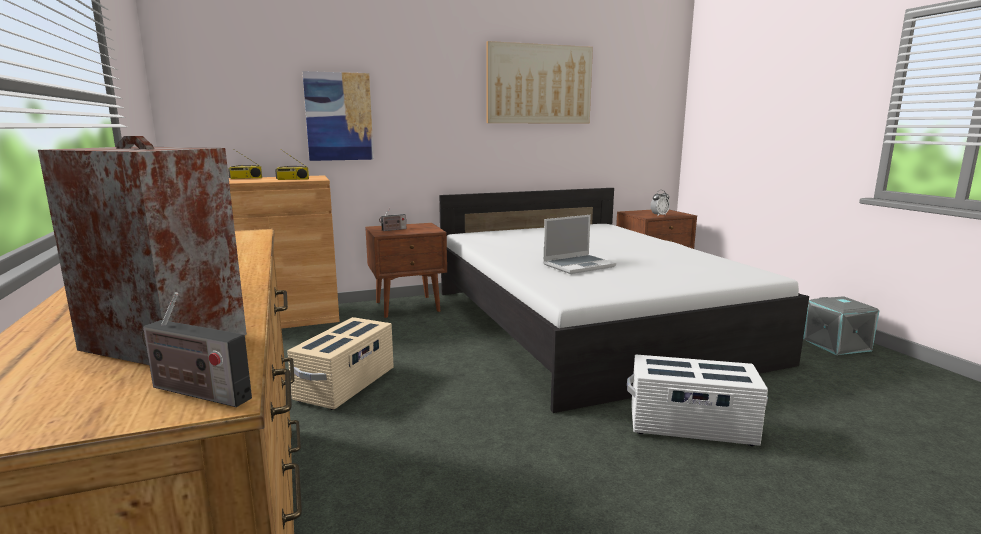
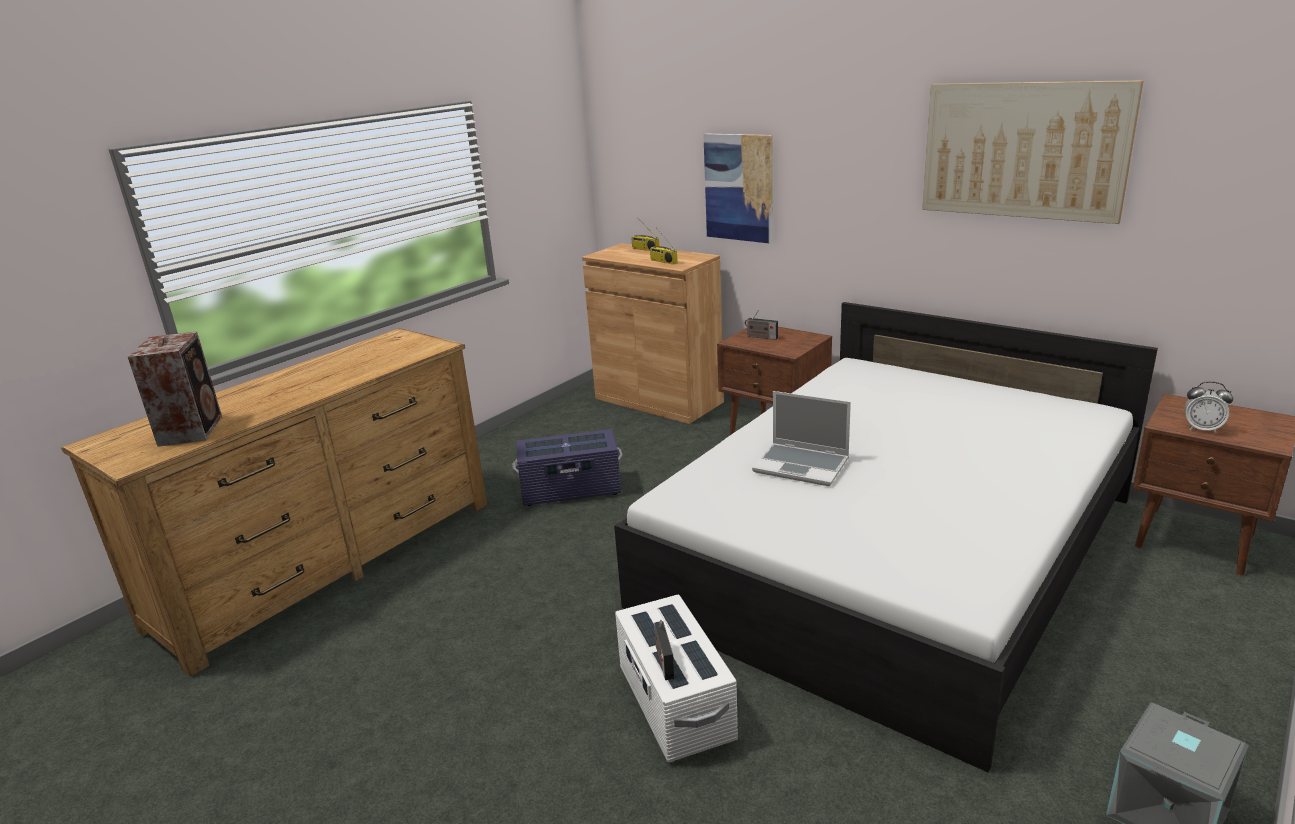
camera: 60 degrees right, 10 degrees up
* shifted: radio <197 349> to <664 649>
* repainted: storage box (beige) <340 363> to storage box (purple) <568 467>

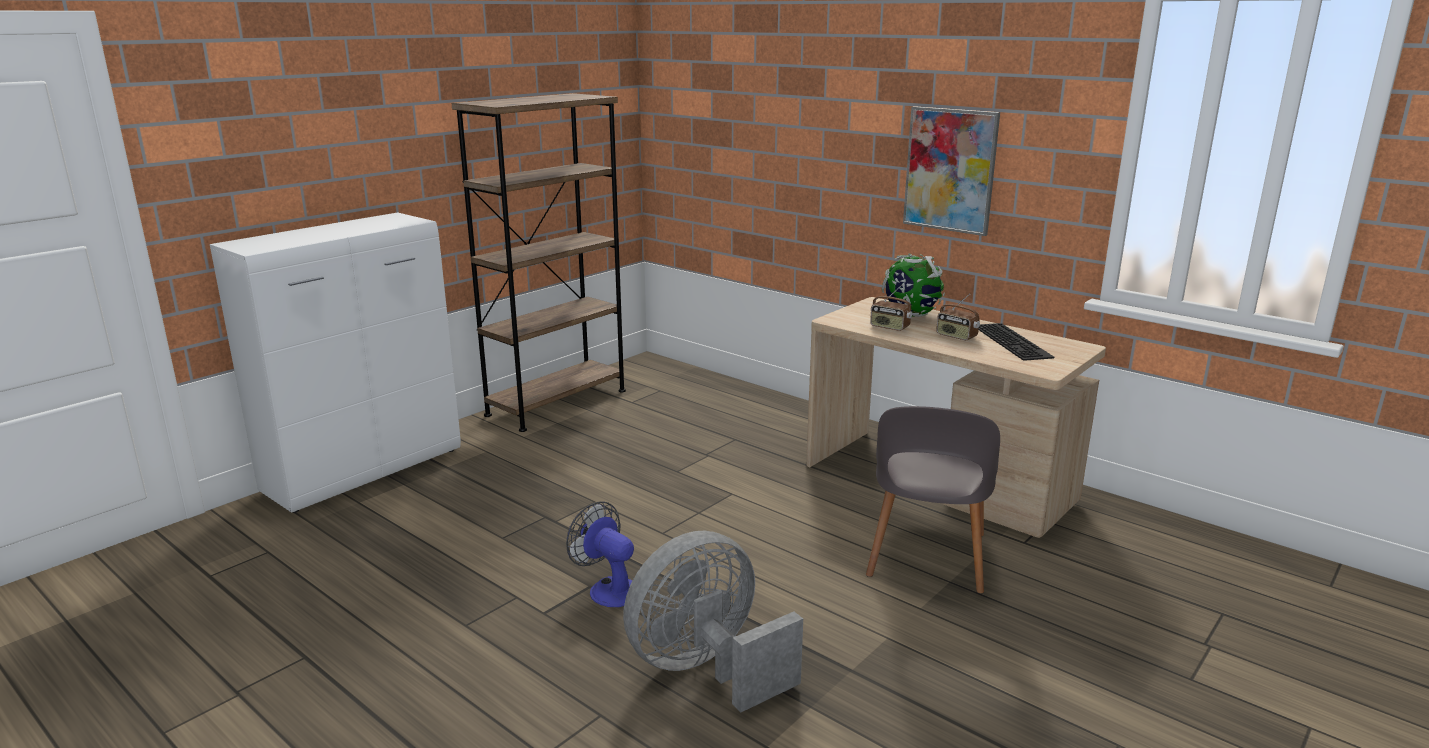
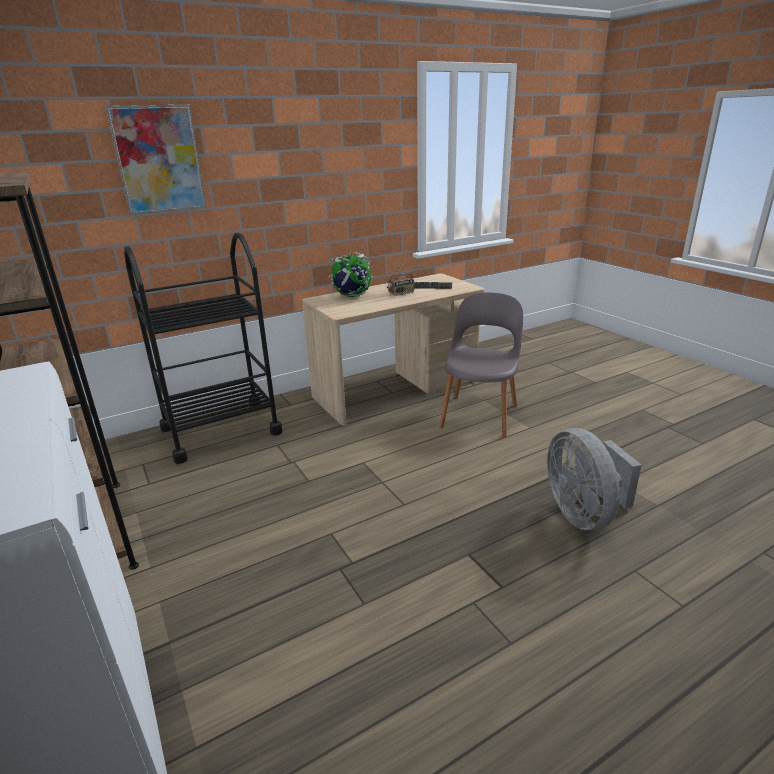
camera: 70 degrees left, 5 degrees up
* gone: fan <600 554>
* gone: radio <891 308>
* new: cart (black) <203 348>
* shifted: picture <951 171> to <156 160>
* rotated: chair (grey) <933 500> = <481 364> 105 degrees counterclockwise

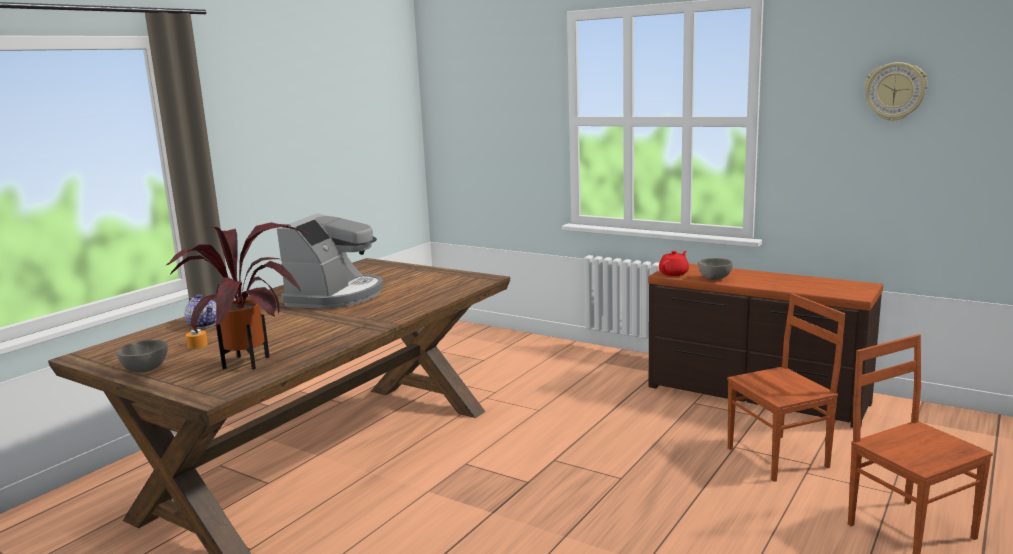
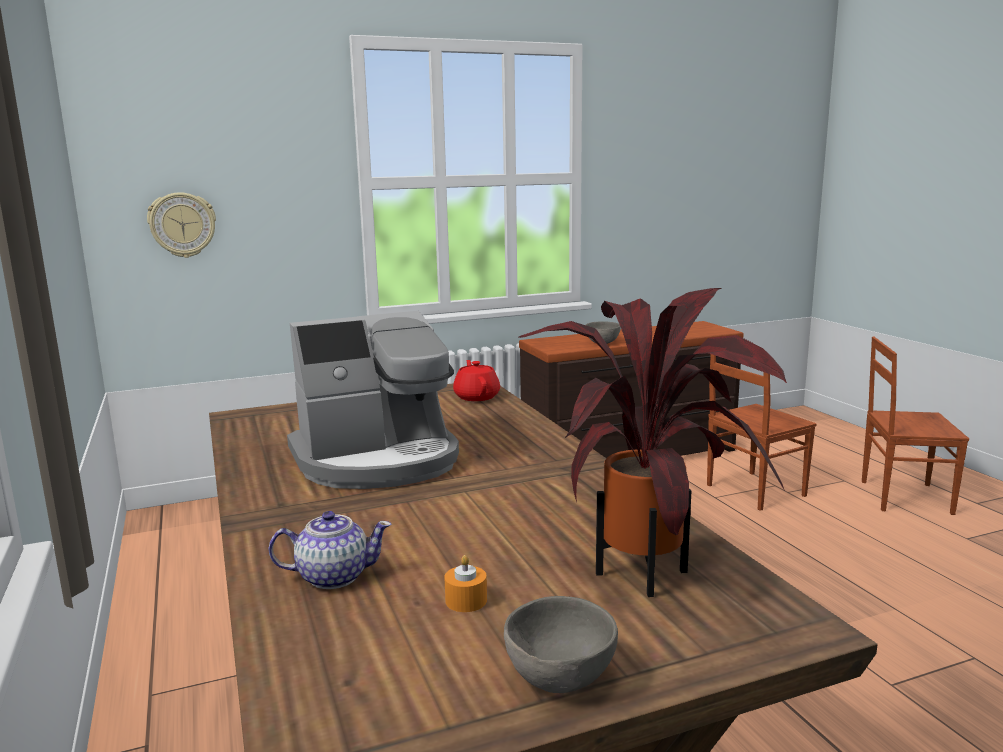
camera: 55 degrees left, 0 degrees up
* shifted: teapot (red) <674 263> to <476 380>
* shifted: wall clock <896 91> to <181 225>
* rotated: coffee machine <330 261> = <373 400> 105 degrees clockwise
* rotated: chair (brown) <786 388> = <761 432> 135 degrees counterclockwise

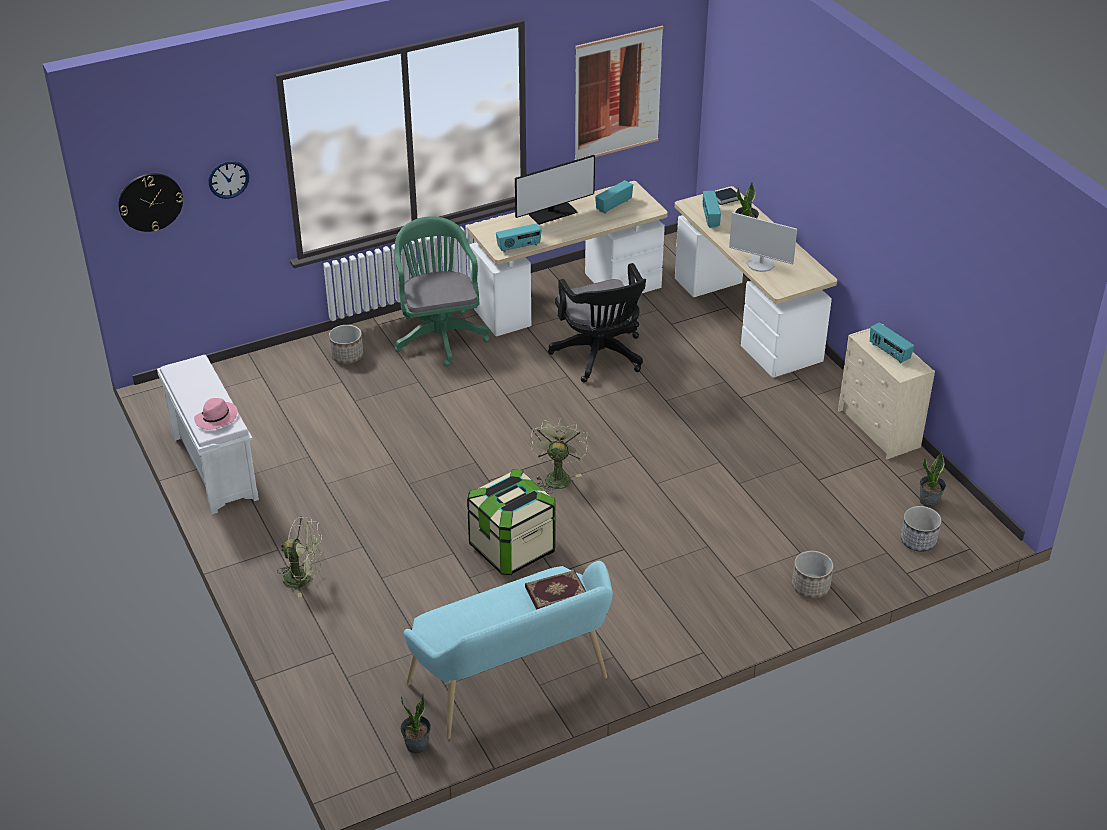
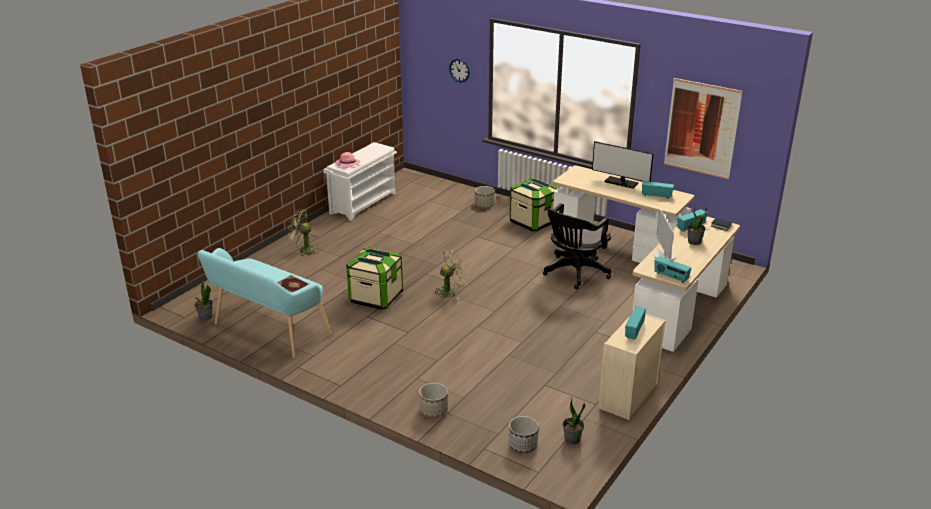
camera: 60 degrees right, 10 degrees down
* gone: wall clock <150 202>
* shifted: radio <519 238> to <673 269>
* swapped: office chair (green) <442 291> to storage box <534 204>
* rotated: fan (green) <300 557> = <302 232> 120 degrees clockwise

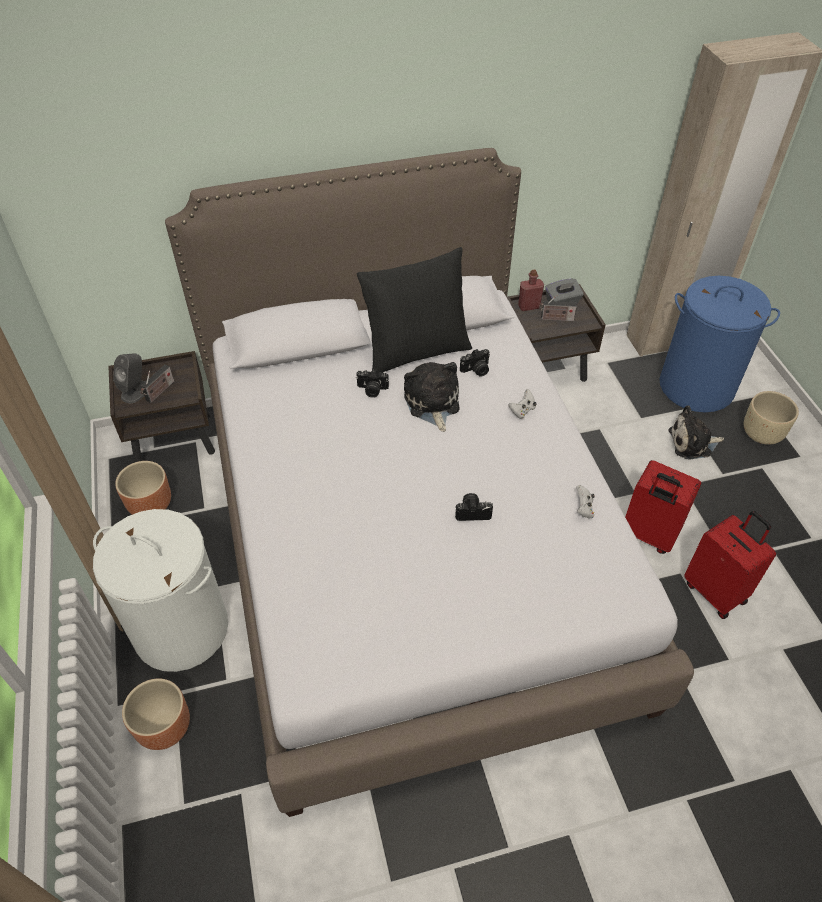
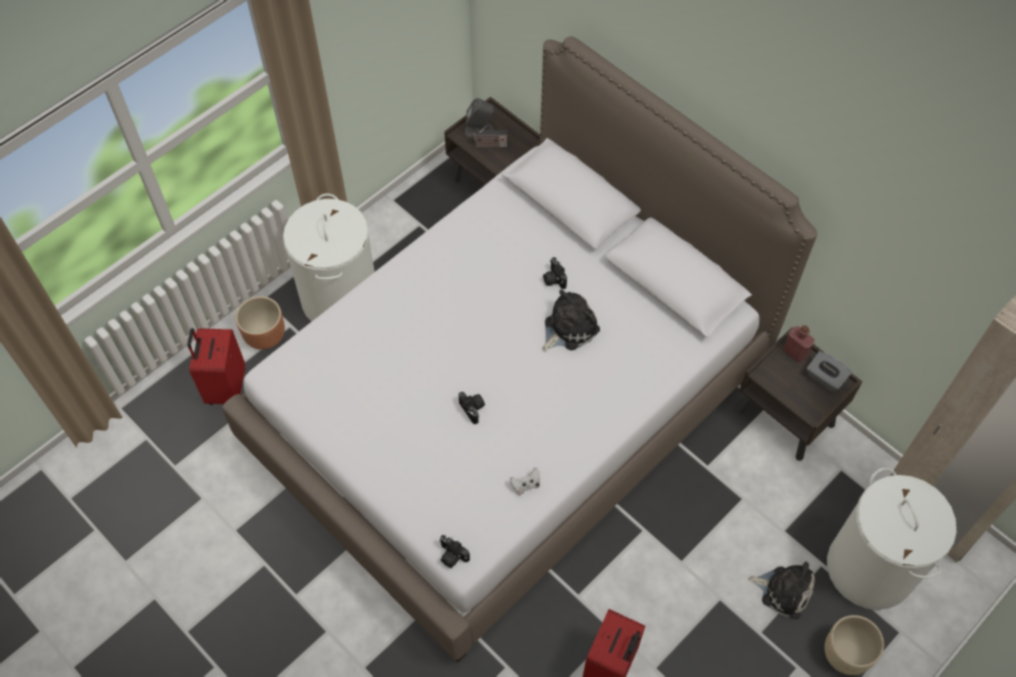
camera: 60 degrees right, 10 degrees up
* gone: planter (brown) <143 488>
* gone: pillow (black) <414 310>
* gone: game controller (white) <522 404>
* gone: radio <558 308>
* shifted: photo camera <475 362> to <454 551>
* shifted: suitcase (red) <663 507> to <216 366>
* repainted: laundry basket (blue) <720 344> to laundry basket (white) <892 539>
* rotated: plush toy <696 432> = <781 590> 150 degrees clockwise

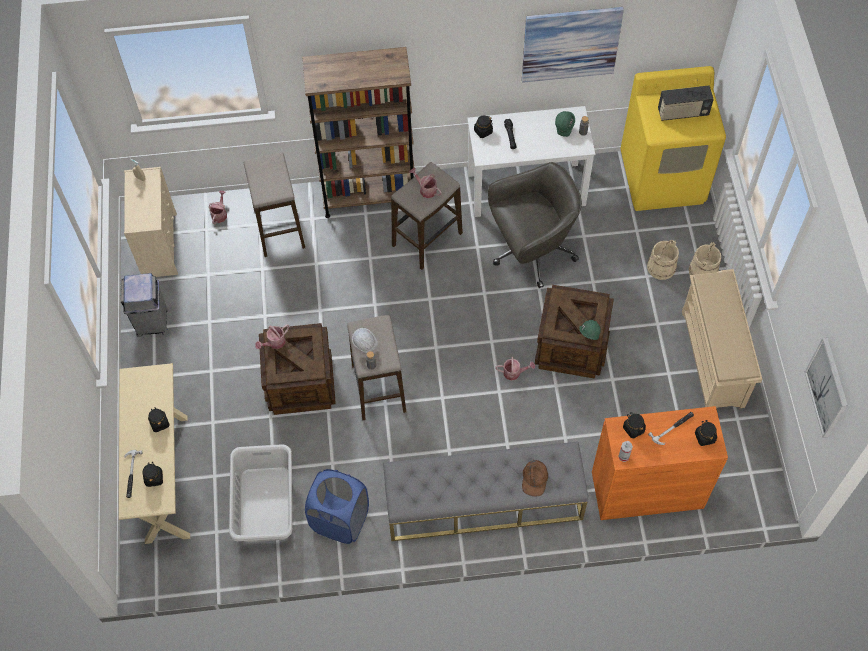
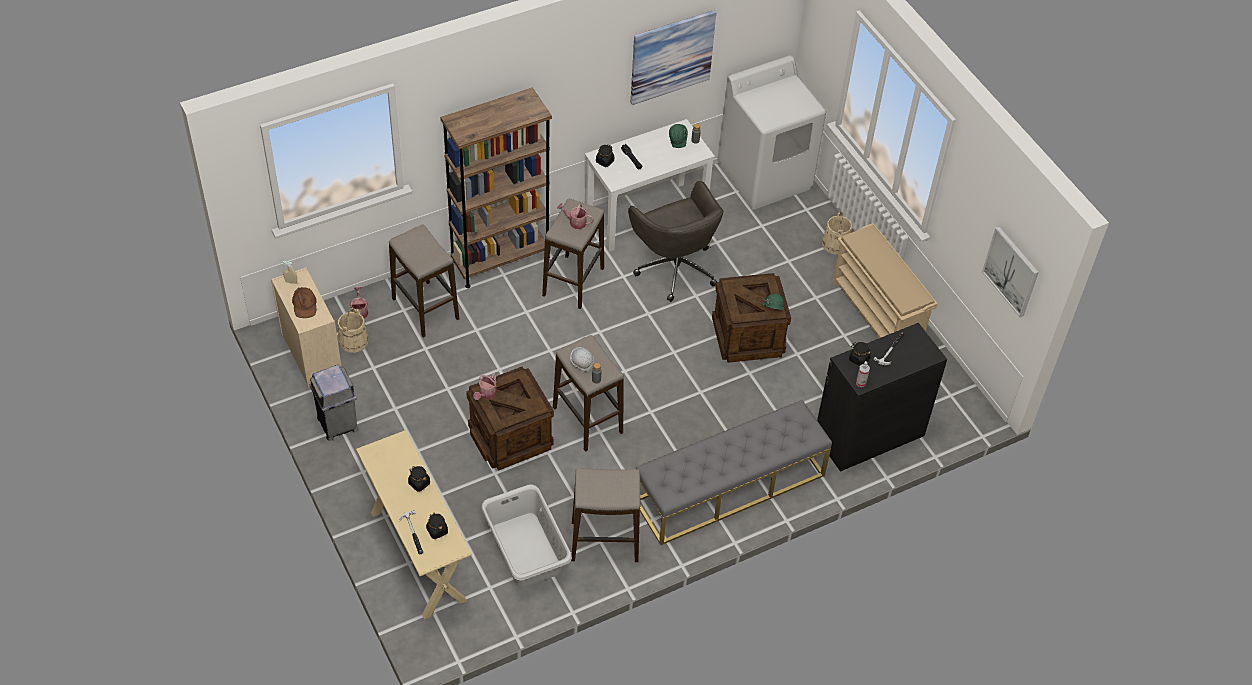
camera: 25 degrees left, 10 degrees down
* gone: watering can <515 369>
* gone: radio <686 103>
* gone: jar (black) <706 433>
* shifted: cap (brown) <535 478> to <304 302>
* shifted: bucket (beige) <663 260> to <353 330>
* swapped: laundry basket (blue) <337 506> to stool <605 515>
* repainted: cabinet (orange) <660 463> to cabinet (black) <882 397>
* repainted: washing machine (yellow) <673 138> to washing machine (white) <771 132>
* rotated: office chair (grey) <535 225> = <676 241> 105 degrees clockwise

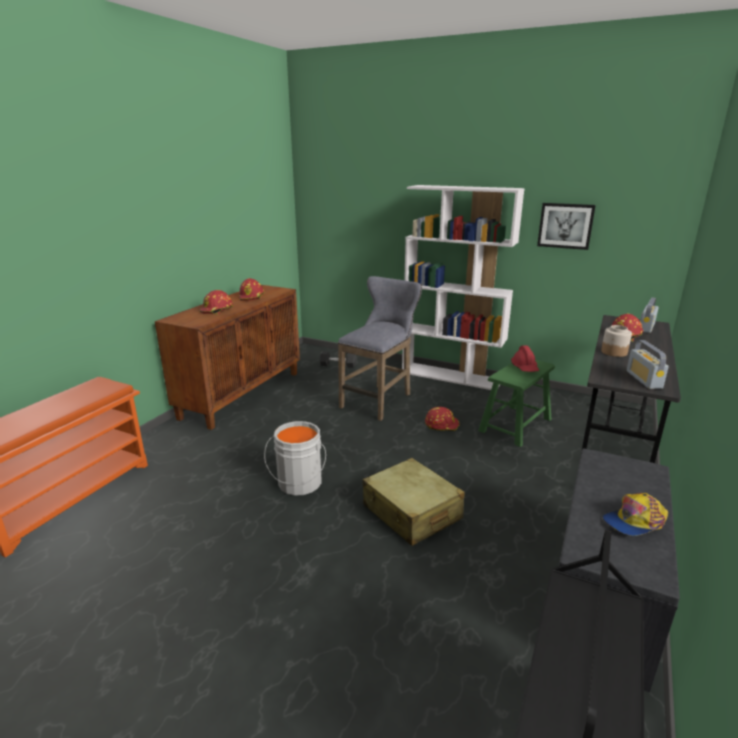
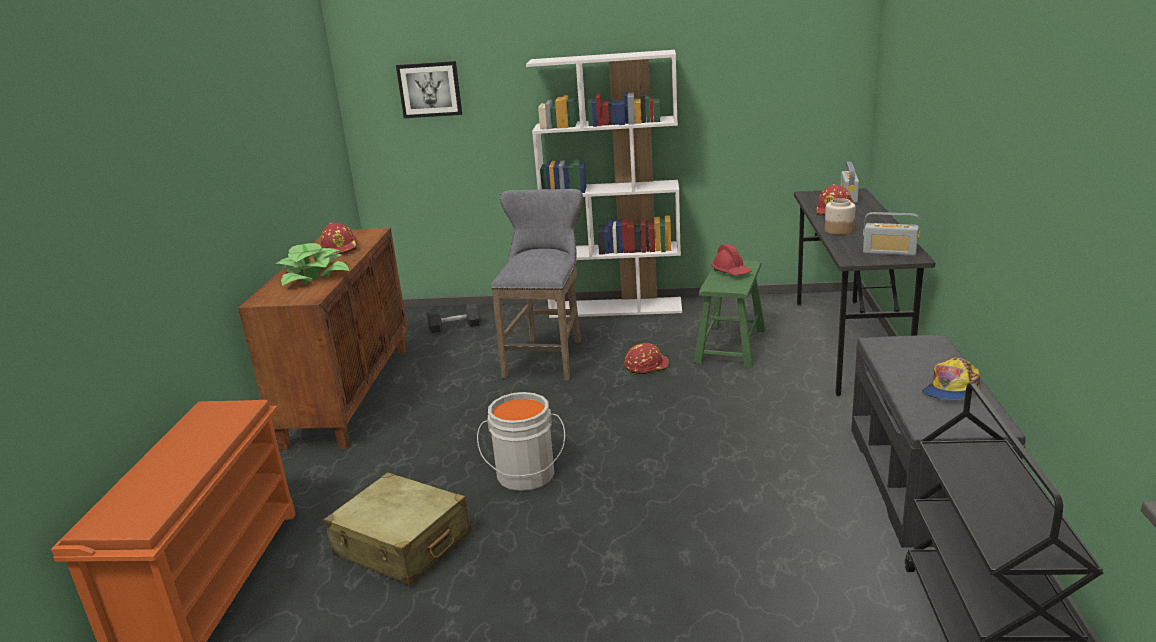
camera: 20 degrees left, 0 degrees up
* shifted: suitcase (beige) <413 502> to <397 529>
* shifted: picture <566 226> to <429 89>
* swapped: hard hat (red) <216 302> to potted plant <312 264>
* rotated: radio <648 364> = <891 234> 45 degrees counterclockwise

